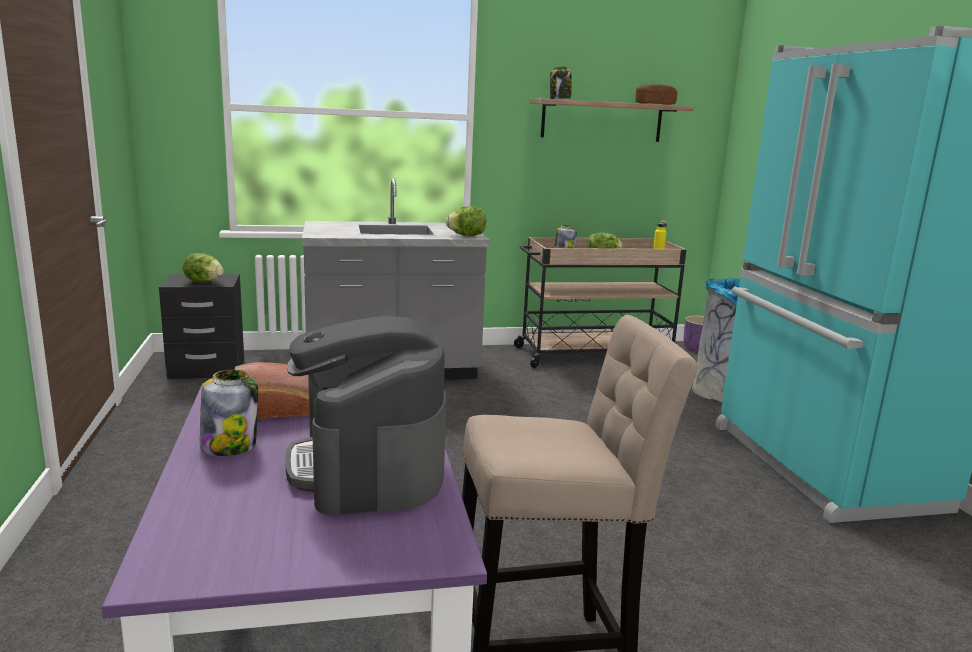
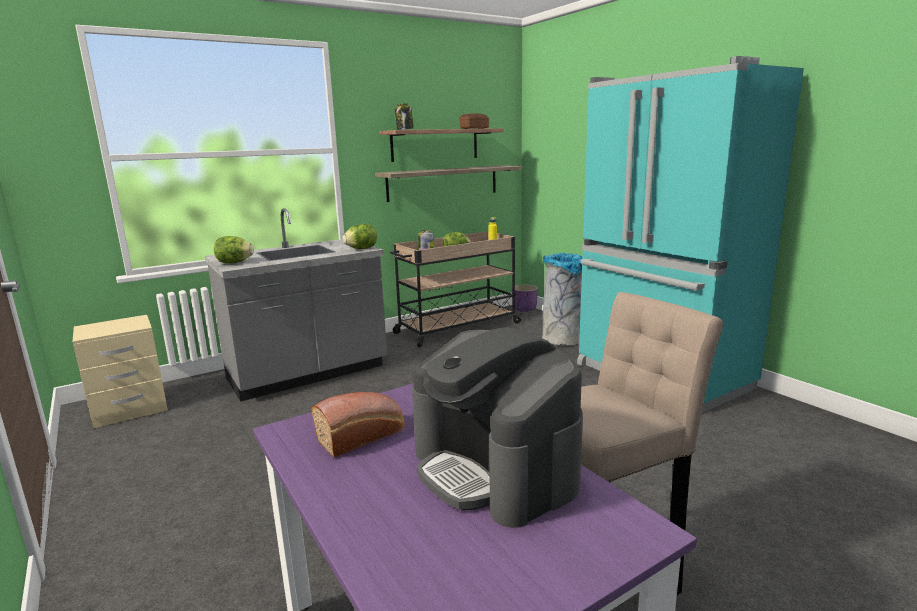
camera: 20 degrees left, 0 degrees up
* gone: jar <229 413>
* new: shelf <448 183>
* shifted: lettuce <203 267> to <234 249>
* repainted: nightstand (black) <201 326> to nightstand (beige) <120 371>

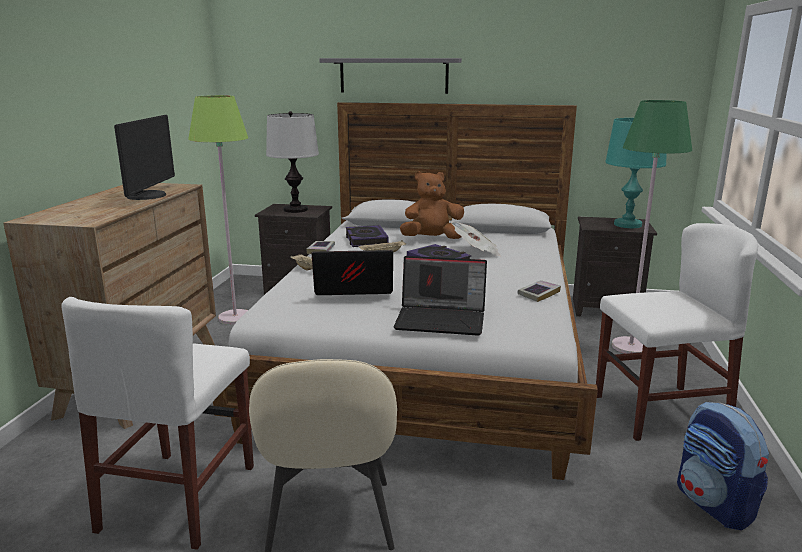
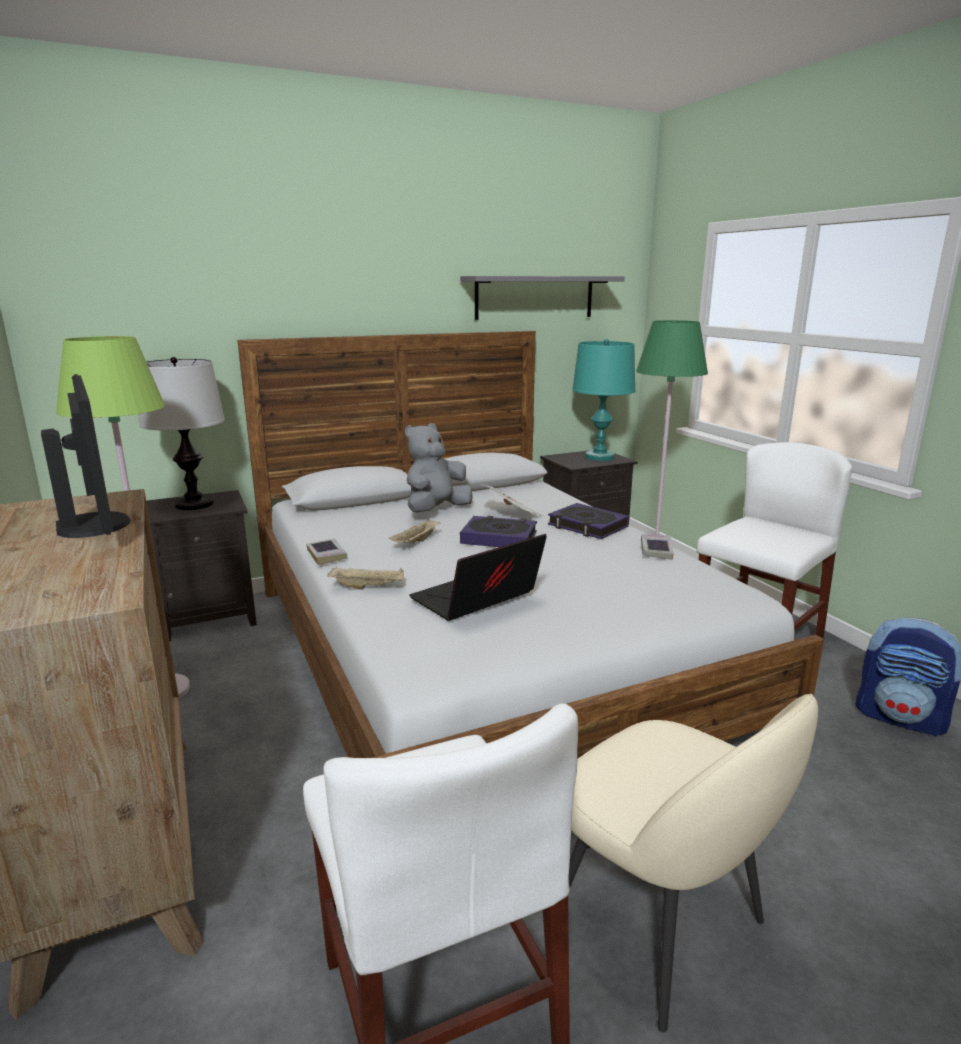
camera: 35 degrees left, 0 degrees up
* gone: laptop <440 295>
* shifted: shelf (grey) <390 76> to <542 298>
* shifted: book <367 236> to <588 521>
* repainted: plush toy (brown) <432 205> to plush toy (grey) <439 467>

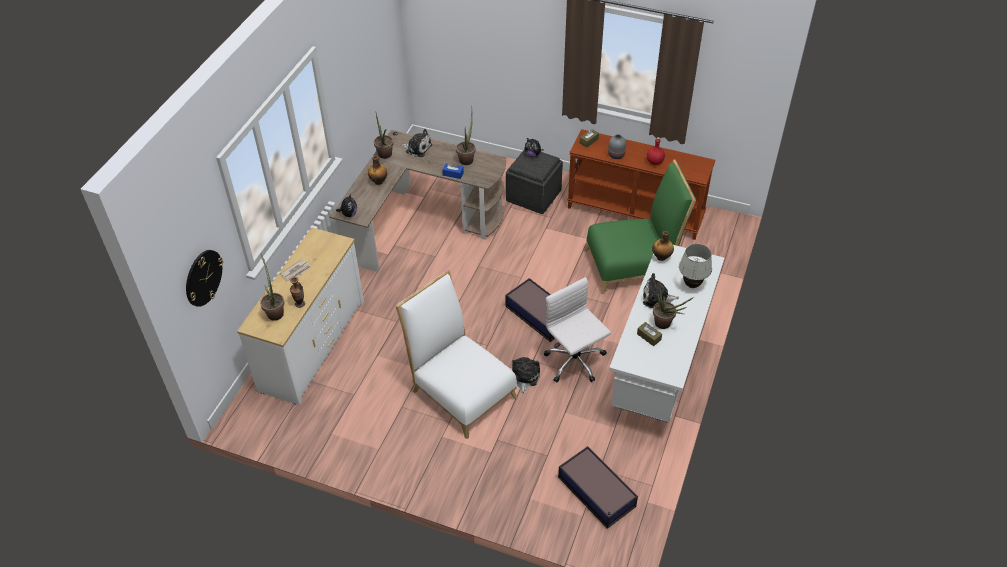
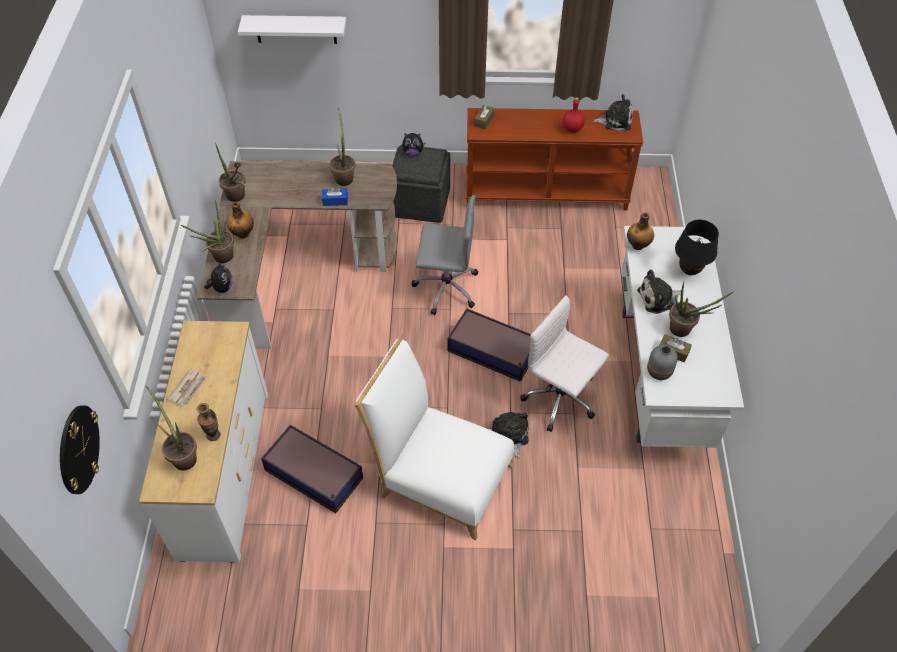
camera: 20 degrees left, 5 degrees up
* gone: chair (green) <640 226>
* new: potted plant <207 232>
* new: shelf (white) <292 29>
* new: office chair (grey) <445 255>
* shifted: plush toy <416 143> to <613 112>
* shifted: storage box <598 487> to <312 469>
* shifted: vase (grey) <617 146> to <662 362>
* repainted: table lamp (white) <695 266> to table lamp (black) <697 247>

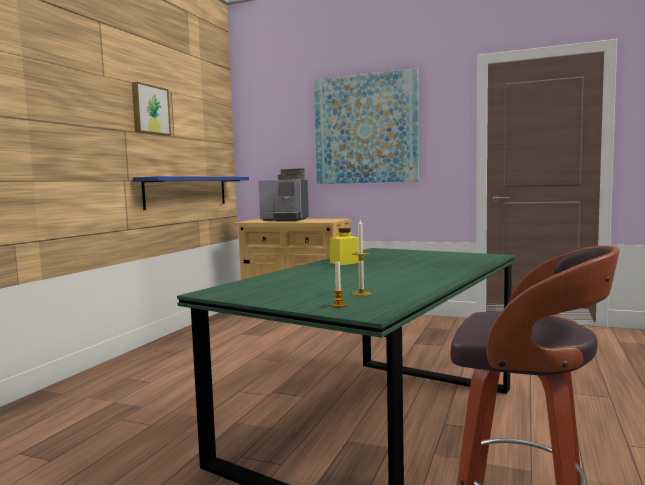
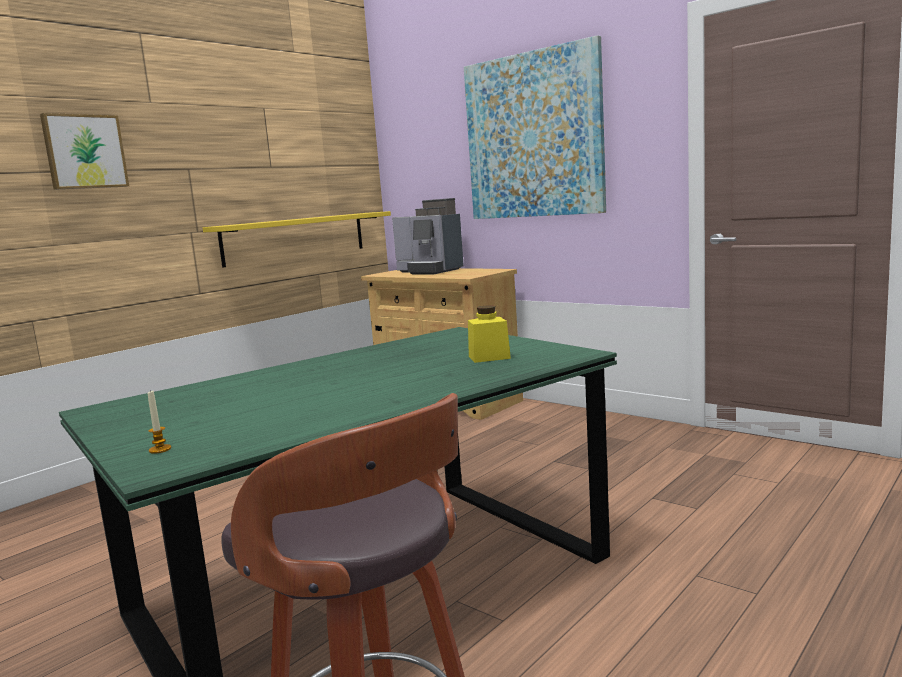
camera: 20 degrees right, 5 degrees up
* gone: candle <362 258>
* shifted: picture <151 109> to <84 151>
* shifted: jar (yellow) <344 246> to <489 334>
* repainted: shelf (blue) <191 193> to shelf (yellow) <297 239>

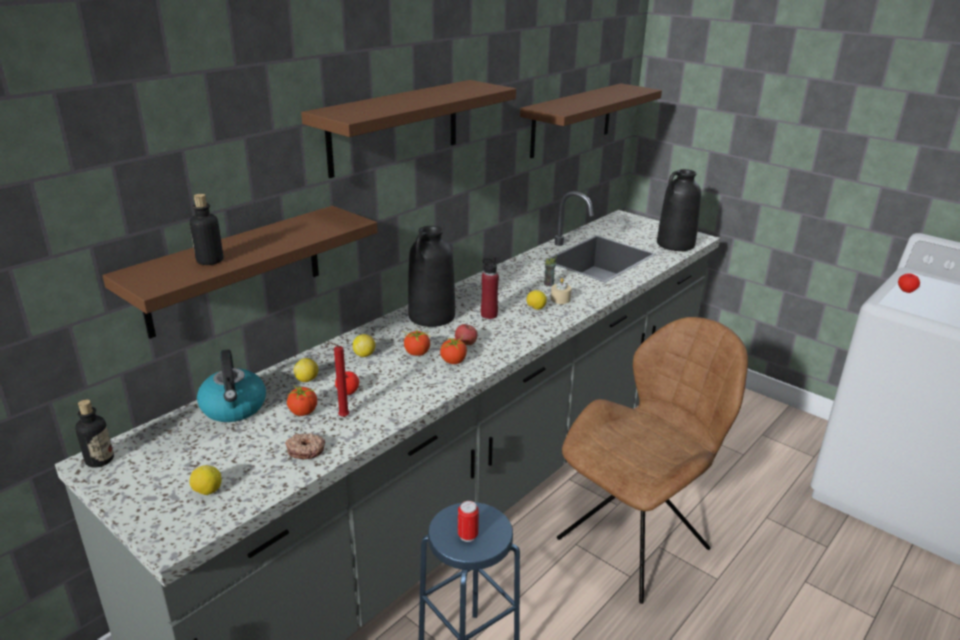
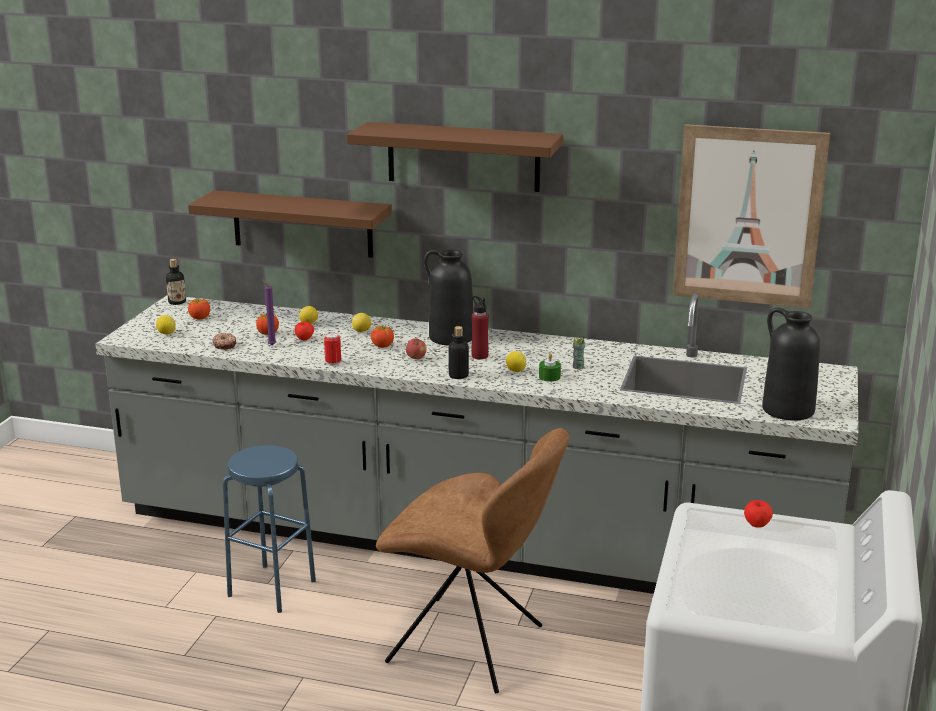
camera: 65 degrees right, 5 degrees down
* gone: kettle <231 385>
* shifted: bottle <206 229> to <459 352>
* shifted: tomato <453 349> to <199 308>
* shifted: can <468 521> to <332 349>
* swapped: shelf (brown) <591 120> to picture <751 216>
* repainted: candle (red) <339 379> to candle (purple) <269 312>
* repainted: candle (beige) <561 291> to candle (green) <550 367>

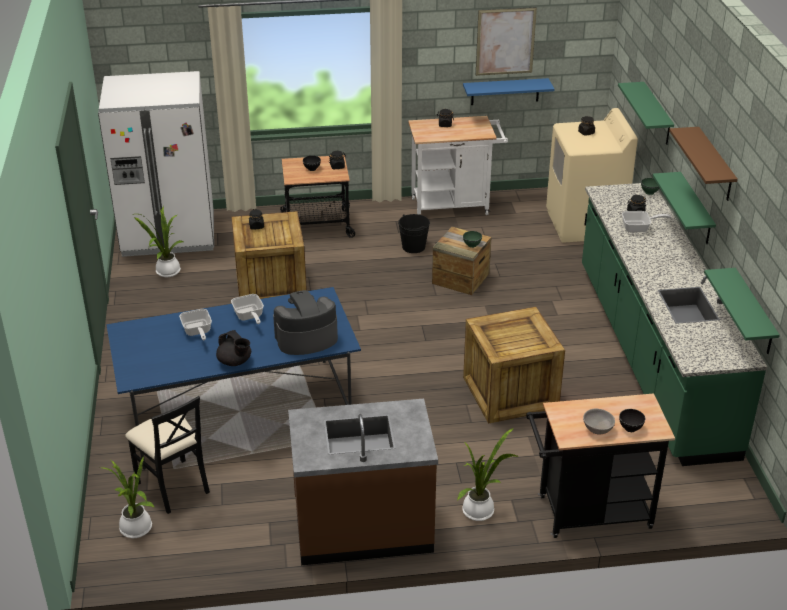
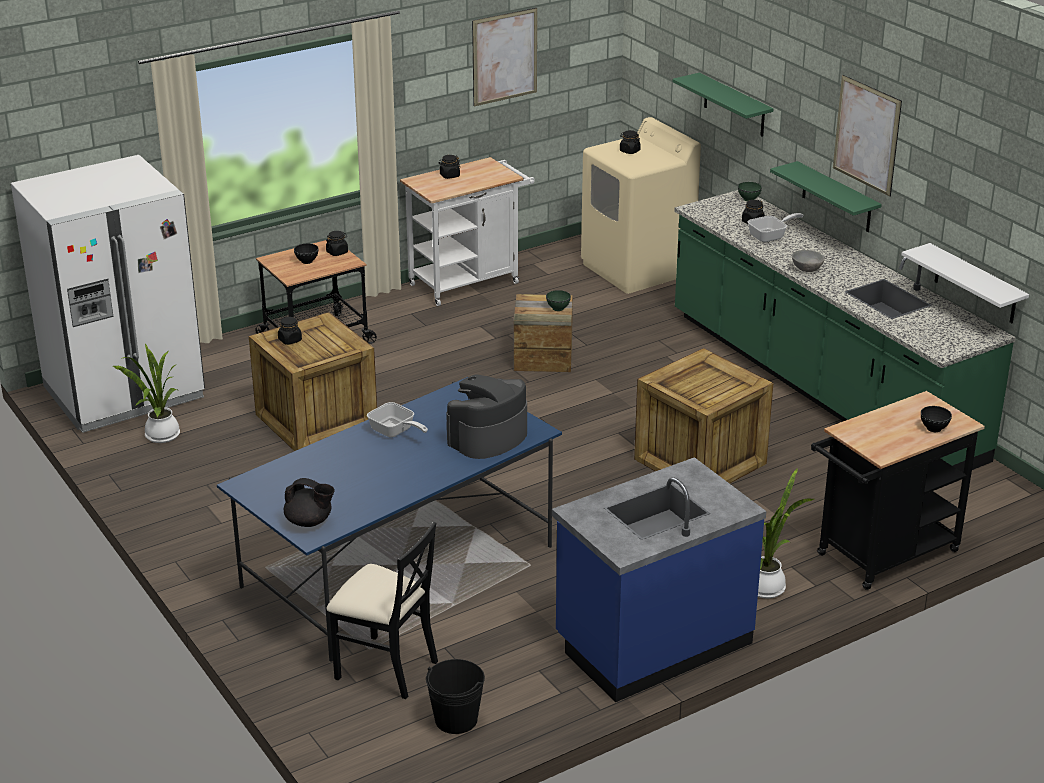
camera: 25 degrees left, 5 degrees down
* gone: potted plant <128 497>
* gone: frying pan <195 324>
* gone: shelf (blue) <508 91>
* shifted: teapot (black) <233 348> to <309 502>
* shifted: bucket (black) <414 233> to <455 696>
* shifted: bowl (grey) <599 422> to <808 261>
* swapped: shelf (brown) <703 164> to picture <867 136>
* repainted: counter (brown) <363 482> to counter (blue) <659 579>
* repainted: shelf (green) <742 311> to shelf (white) <965 283>

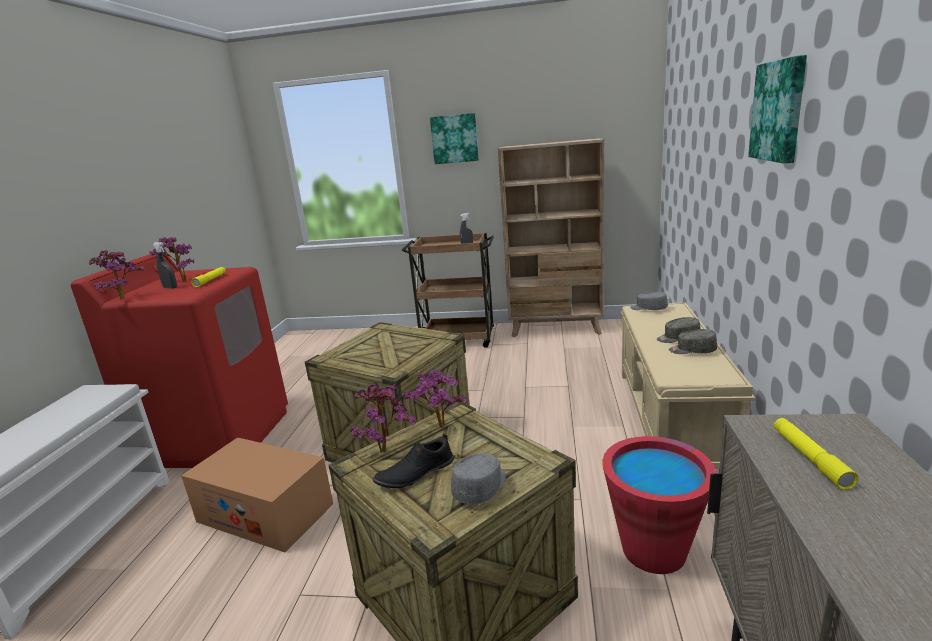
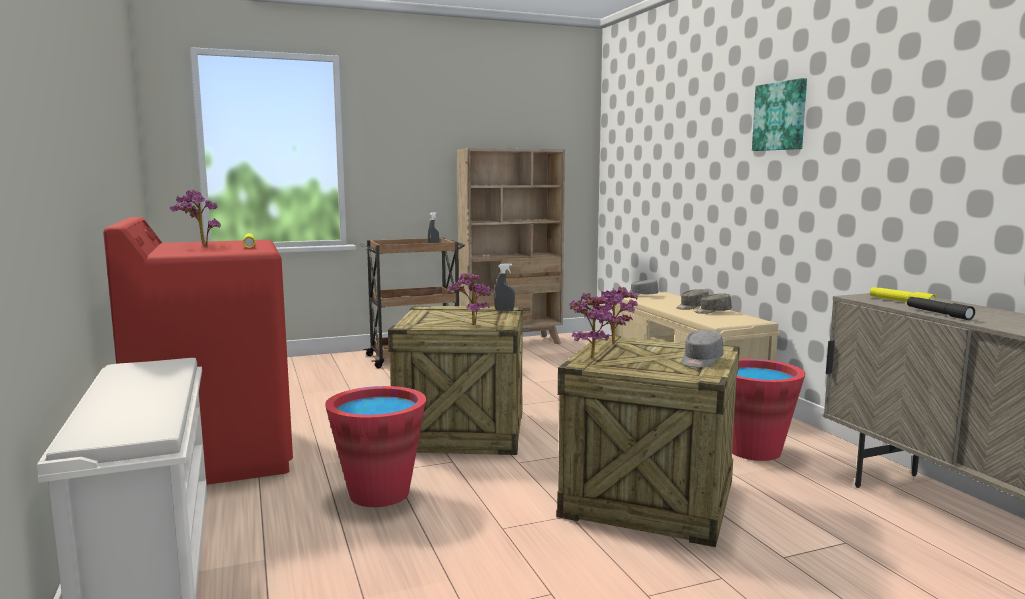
camera: 30 degrees left, 10 degrees down
* gone: shoe (black) <413 460>
* gone: picture <454 138>
* new: flashlight (black) <941 308>
* shifted: potted plant <117 275> to <469 299>
* shifted: spray bottle (grey) <165 265> to <504 287>
* swapped: cardboard box <257 494> to bucket (red) <375 446>
* rotated: cap (grey) <478 479> = <703 349> 150 degrees counterclockwise

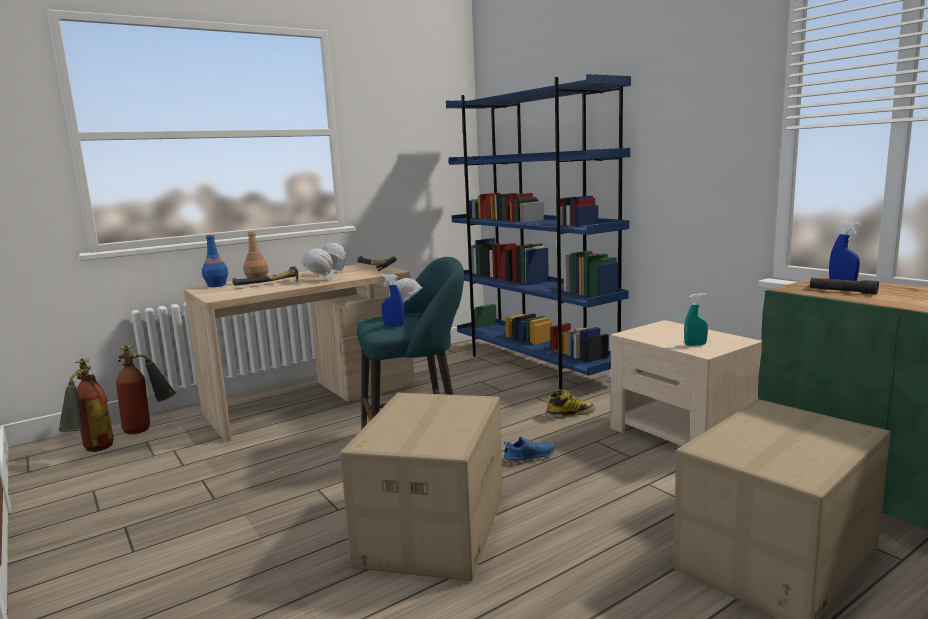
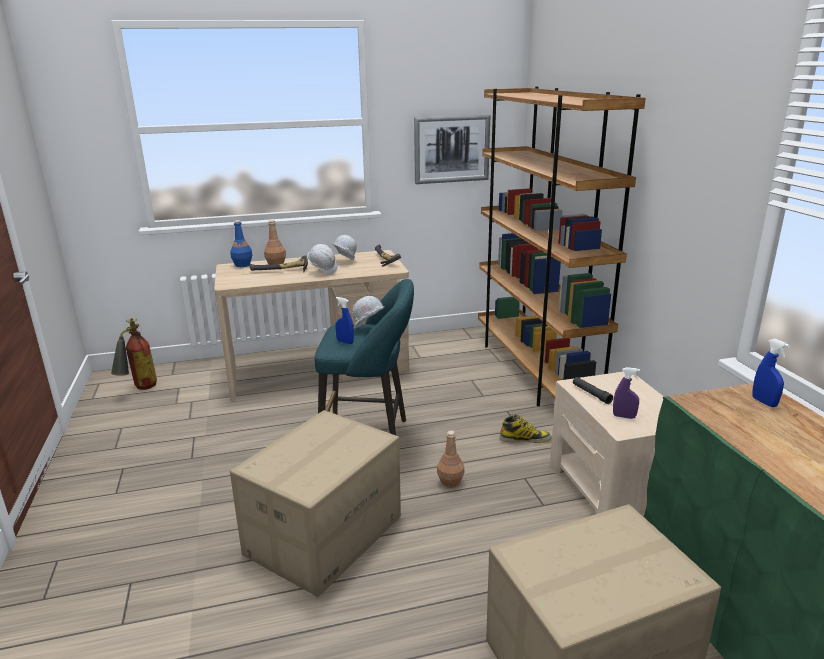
camera: 20 degrees right, 10 degrees up
* gone: fire extinguisher <146 389>
* new: picture <452 149>
* shifted: flashlight (black) <844 286> to <593 390>
* swapped: shoe (blue) <528 451> to bottle (brown) <450 459>
* repainted: bookcase (blue) <538 231> to bookcase (brown) <562 246>
* repainted: spray bottle (turquoise) <696 319> to spray bottle (purple) <626 393>

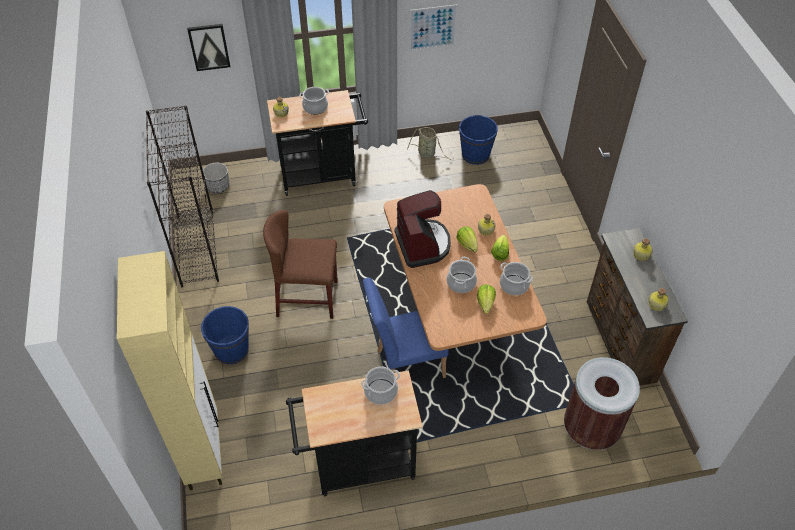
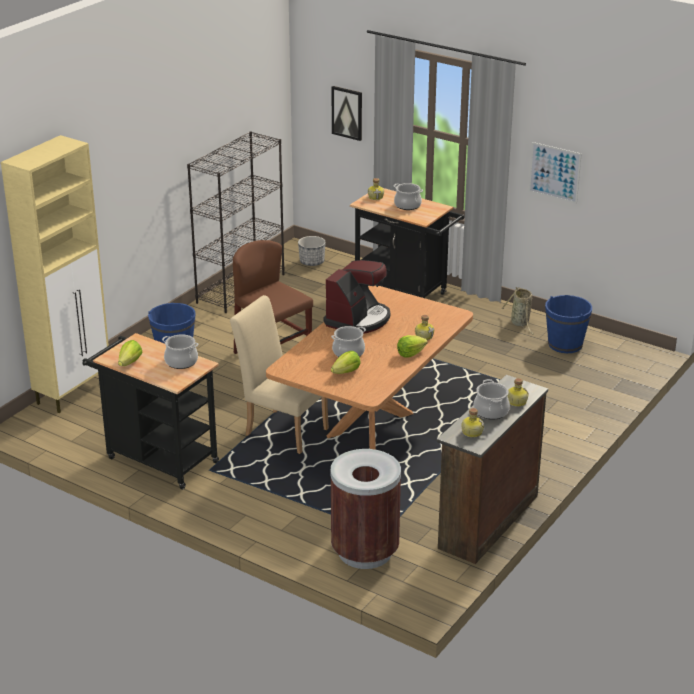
camera: 45 degrees right, 20 degrees down
* shifted: lettuce <467 239> to <130 353>
* shifted: cooking pot <516 278> to <492 399>
* repainted: chair (blue) <406 328> to chair (beige) <279 374>

